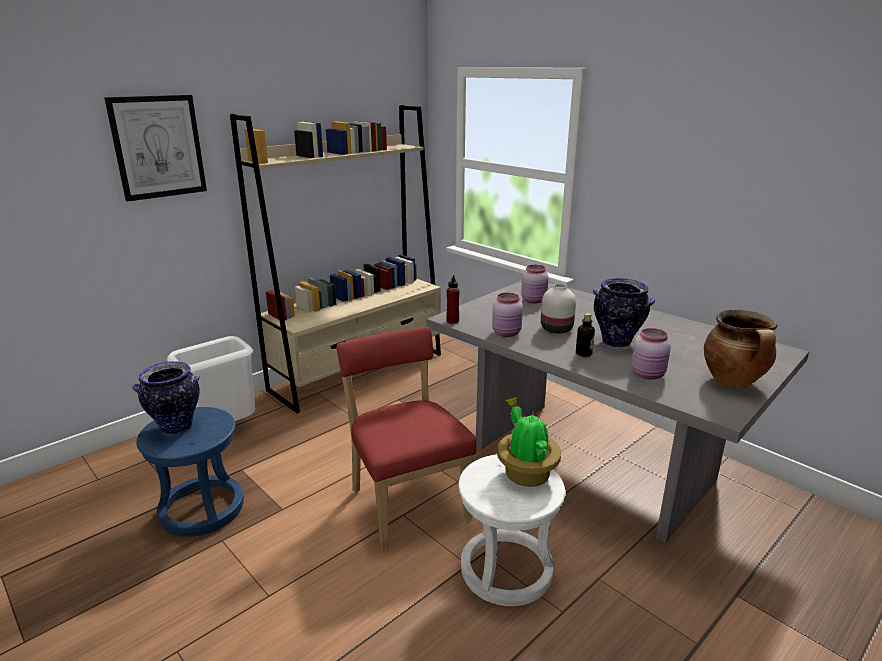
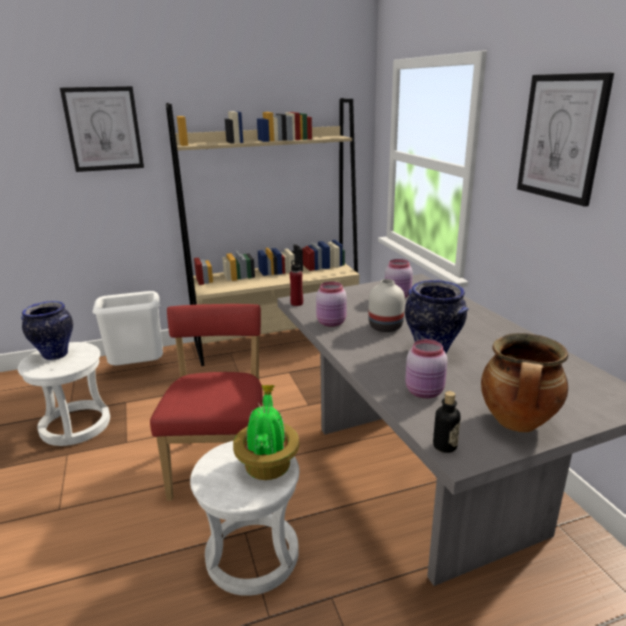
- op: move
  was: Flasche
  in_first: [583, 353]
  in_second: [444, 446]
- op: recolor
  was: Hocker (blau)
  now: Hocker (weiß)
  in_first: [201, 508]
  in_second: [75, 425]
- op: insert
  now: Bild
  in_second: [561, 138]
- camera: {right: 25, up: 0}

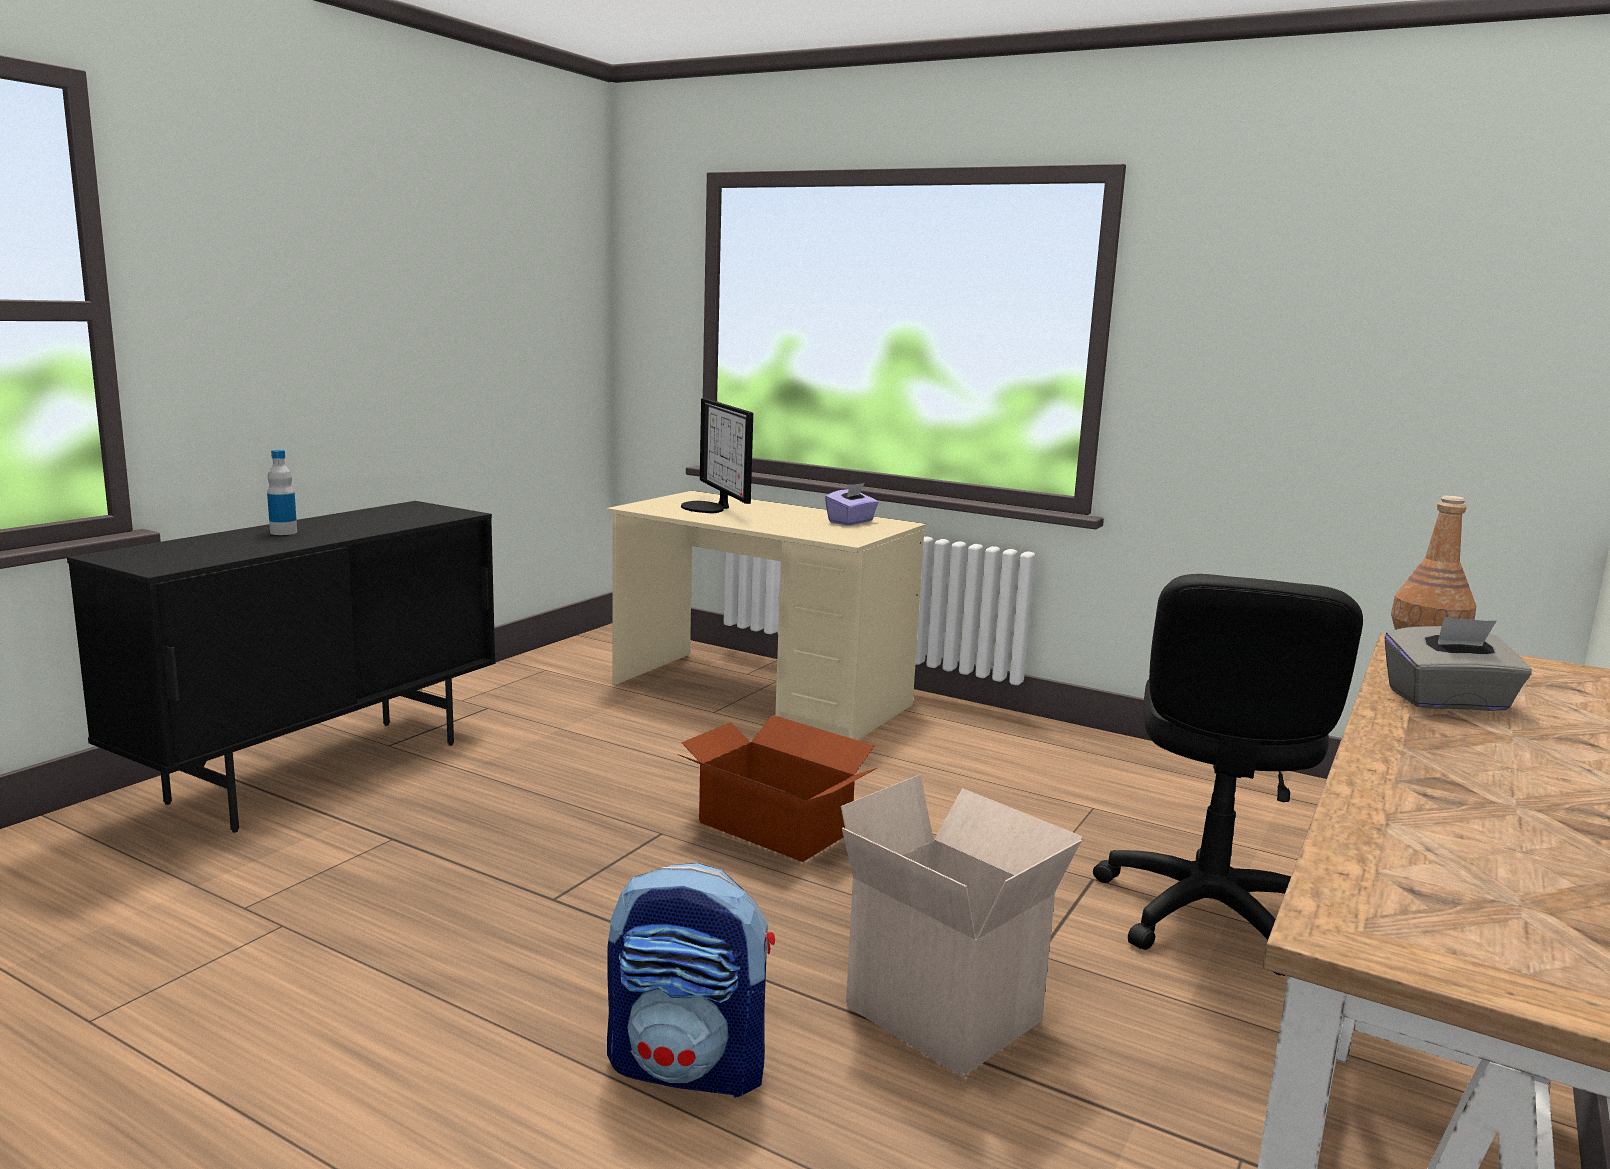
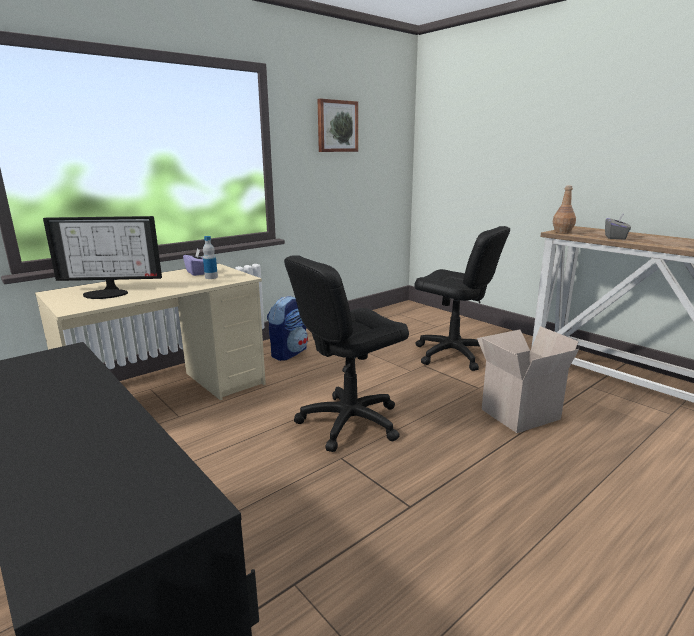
- op: move
  was: Flasche
  in_first: [283, 532]
  in_second: [211, 277]
- op: replace
  was: Karton
  now: Bürostuhl (schwarz)
  in_first: [775, 826]
  in_second: [349, 422]
- op: move
  was: Rucksack
  in_first: [690, 1066]
  in_second: [289, 353]
- op: insert
  now: Bild
  in_second: [337, 126]
- camera: {right: -70, up: 5}

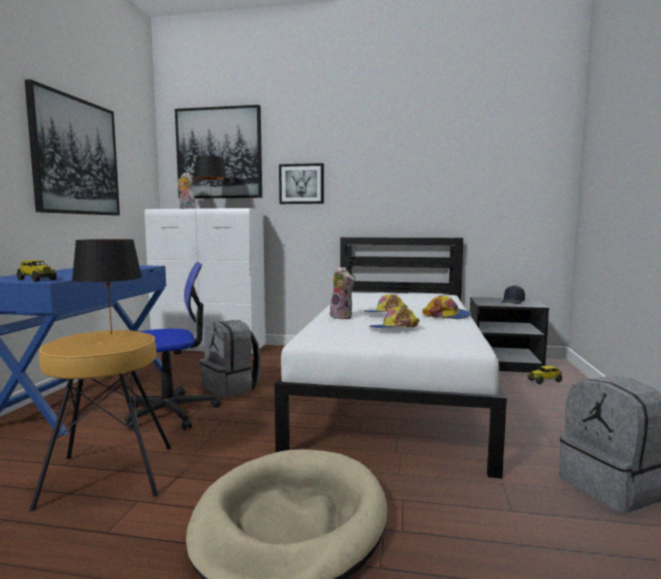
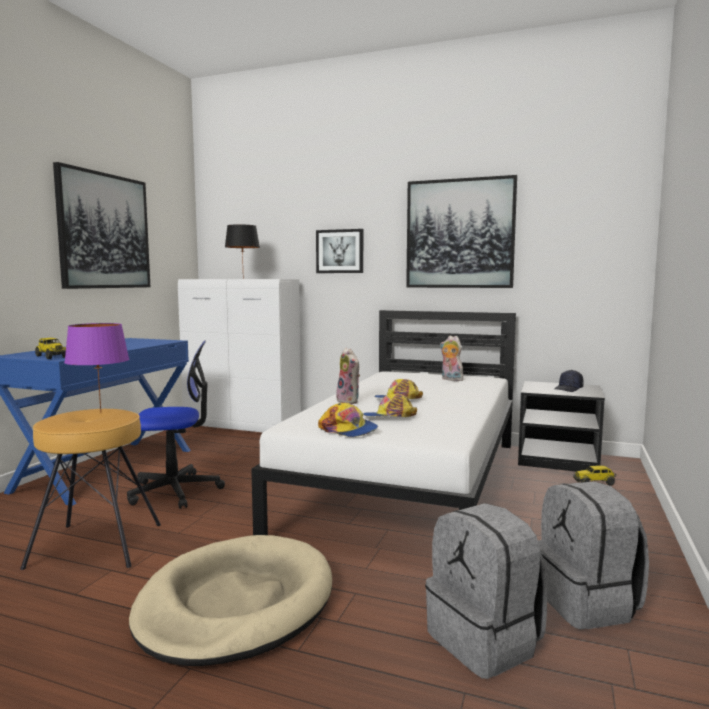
- op: move
  was: Bild
  in_first: [219, 153]
  in_second: [460, 234]
- op: move
  was: Plüschtier
  in_first: [186, 209]
  in_second: [450, 379]
- op: recolor
  was: Tischlampe (schwarz)
  now: Tischlampe (lila)
  in_first: [110, 334]
  in_second: [100, 413]
- op: move
  was: Kappe
  in_first: [447, 315]
  in_second: [348, 430]
- op: move
  was: Rucksack (grau)
  in_first: [231, 388]
  in_second: [485, 641]
- camera: {right: 10, up: 0}

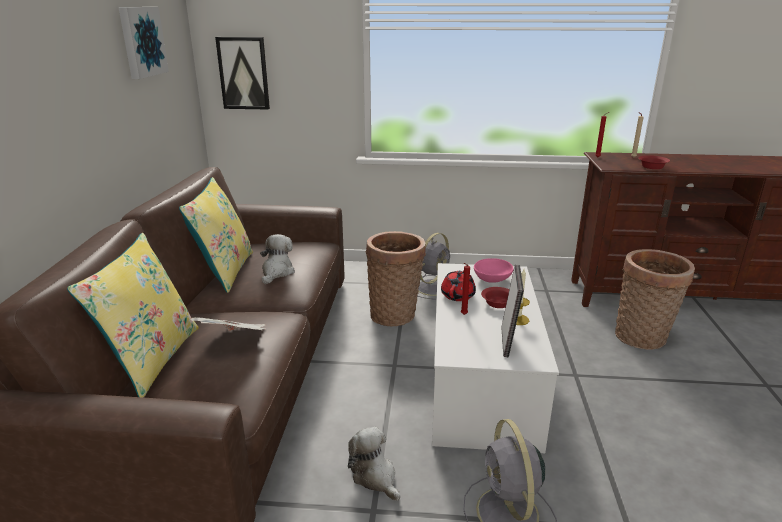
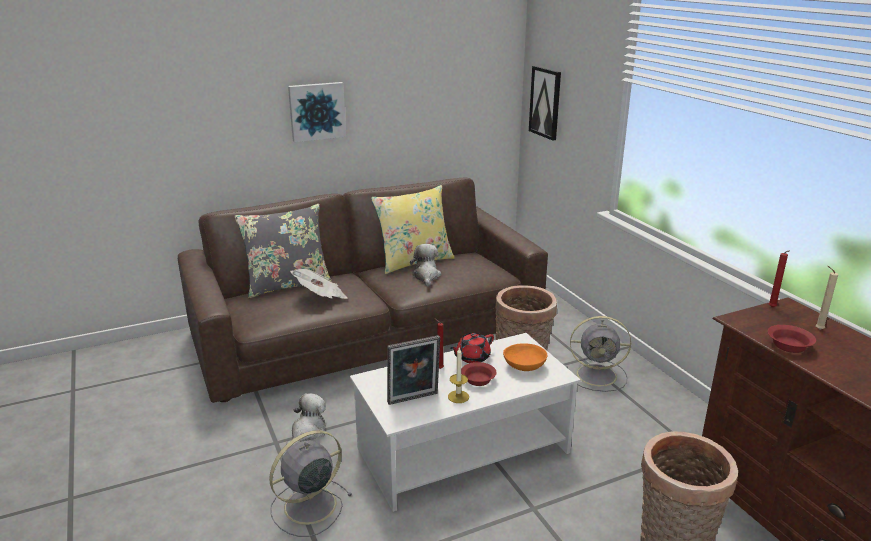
- op: move
  was: Bild
  in_first: [141, 41]
  in_second: [316, 111]
- op: recolor
  was: Kissen (gelb)
  now: Kissen (grau)
  in_first: [152, 359]
  in_second: [287, 284]
- op: rotate
  was: Plüschtier
  in_first: [277, 272]
  in_second: [426, 276]
  clockwise: -75
- op: recolor
  was: Schüssel (rosa)
  now: Schüssel (orange)
  in_first: [492, 279]
  in_second: [524, 367]
- op: rotate
  was: Teekanne (rot)
  in_first: [458, 295]
  in_second: [472, 357]
  clockwise: 150
- camera: {right: 60, up: 0}

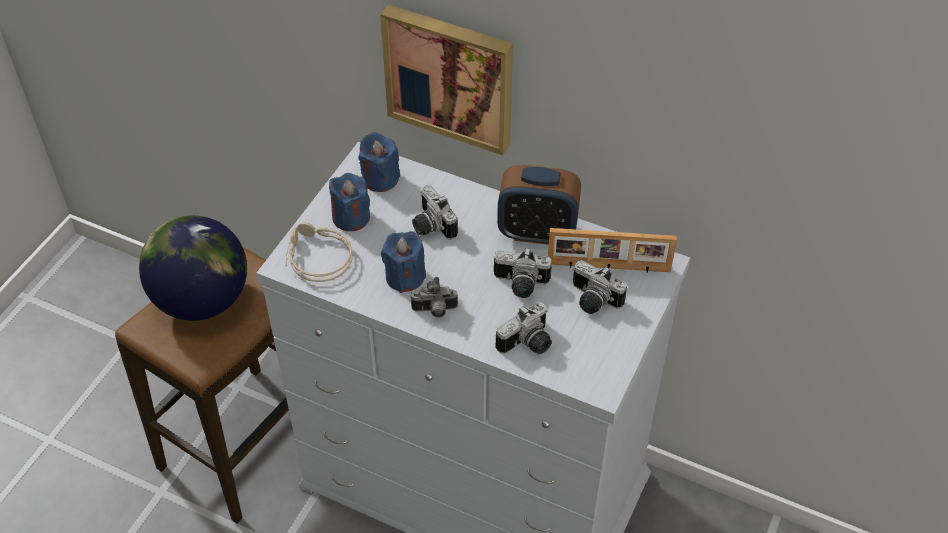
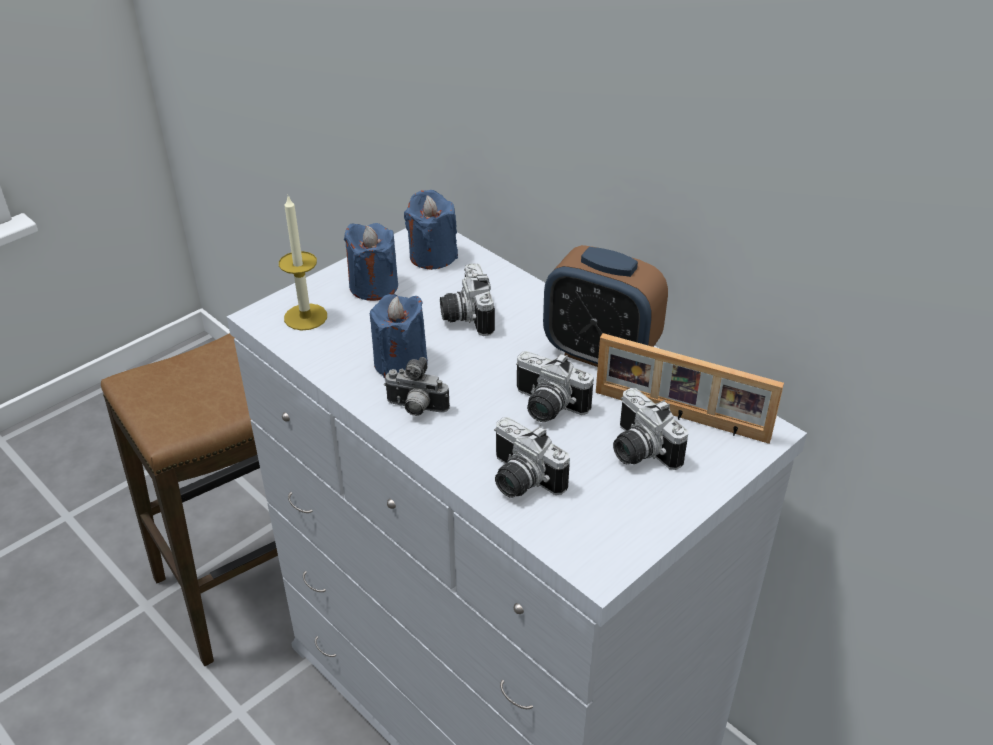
- op: delete
  was: Bild
  in_first: [450, 76]
- op: delete
  was: Globus
  in_first: [202, 301]
- op: replace
  was: Kopfhörer (beige)
  now: Kerze
  in_first: [316, 257]
  in_second: [305, 317]
- op: rotate
  was: Kamera
  in_first: [528, 344]
  in_second: [520, 481]
  clockwise: 60
- camera: {right: 20, up: -10}

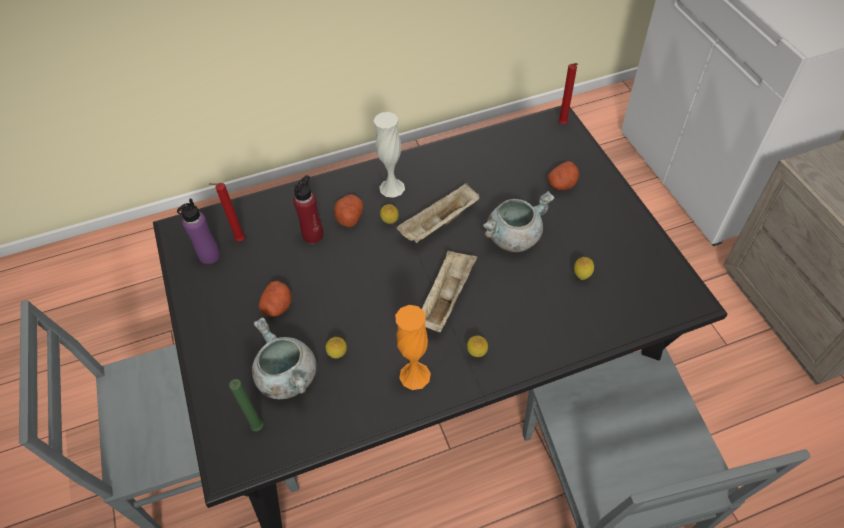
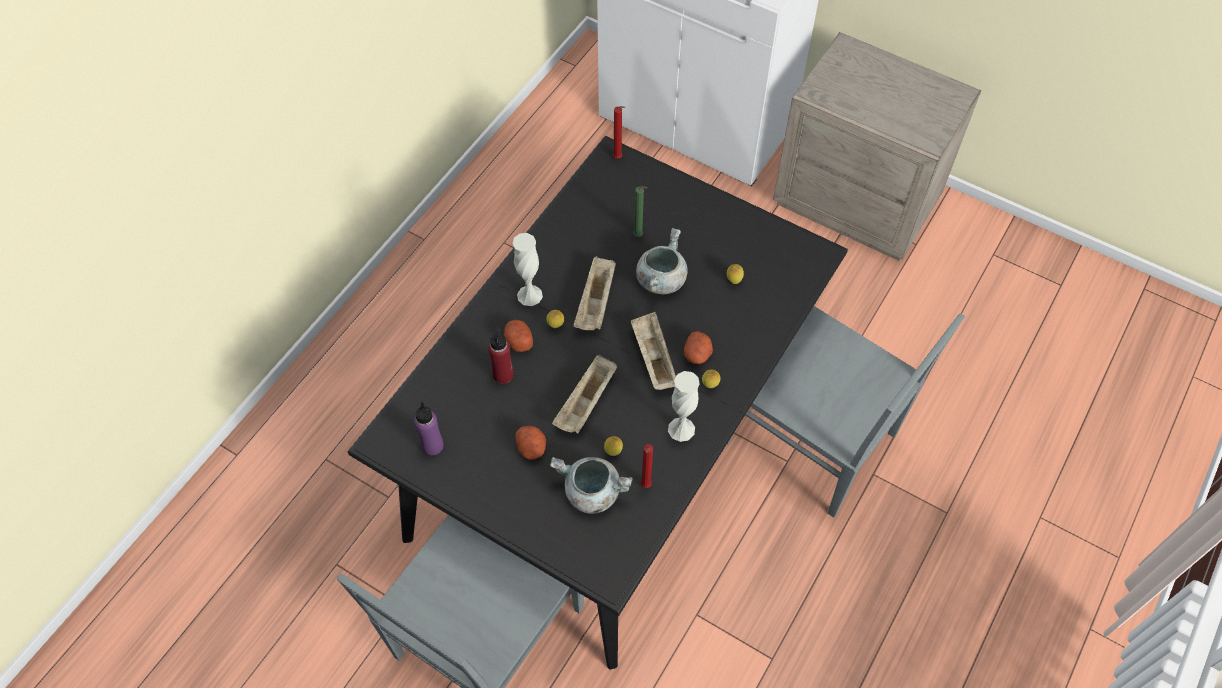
- op: move
  was: Kartoffel
  in_first: [562, 184]
  in_second: [697, 354]
- op: move
  was: Kerze (rot)
  in_first: [238, 240]
  in_second: [645, 486]
- op: recolor
  was: Vase (orange)
  now: Vase (weiß)
  in_first: [415, 375]
  in_second: [681, 429]
- op: move
  was: Kerze (grün)
  in_first: [258, 429]
  in_second: [639, 236]
- op: insert
  now: Tablett (beige)
  in_second: [586, 403]
- camera: {right: -40, up: 5}

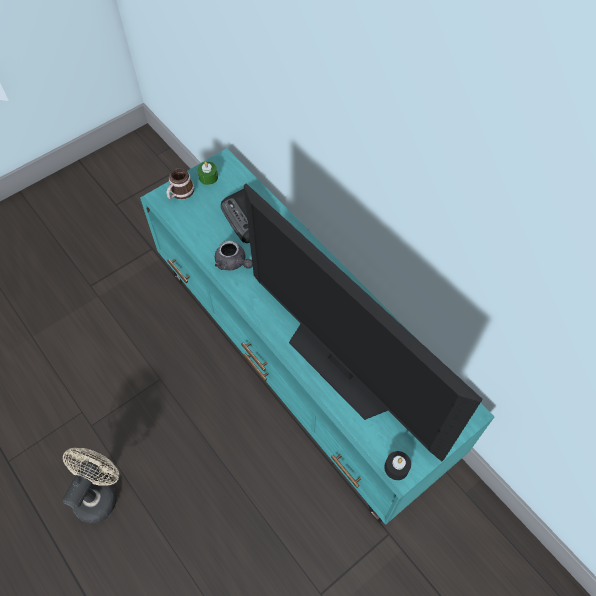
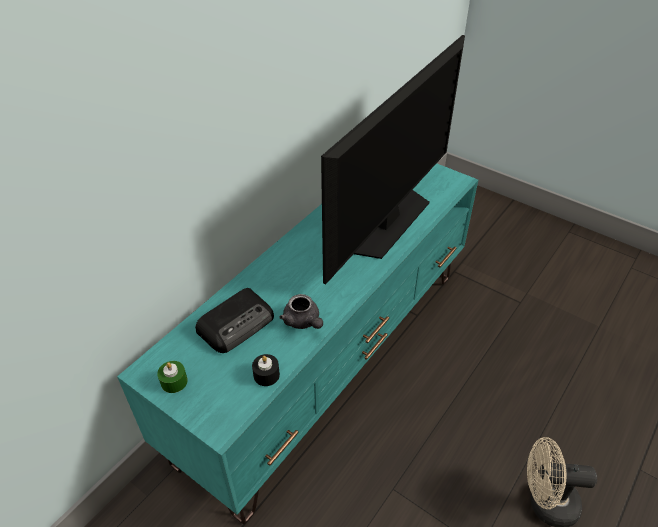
- op: delete
  was: Henkelbecher
  in_first: [180, 193]
- op: rotate
  was: Teekanne (grau)
  in_first: [233, 263]
  in_second: [303, 322]
  clockwise: 120
- op: move
  was: Kerze (schwarz)
  in_first: [396, 468]
  in_second: [266, 375]
- camera: {right: -105, up: -15}

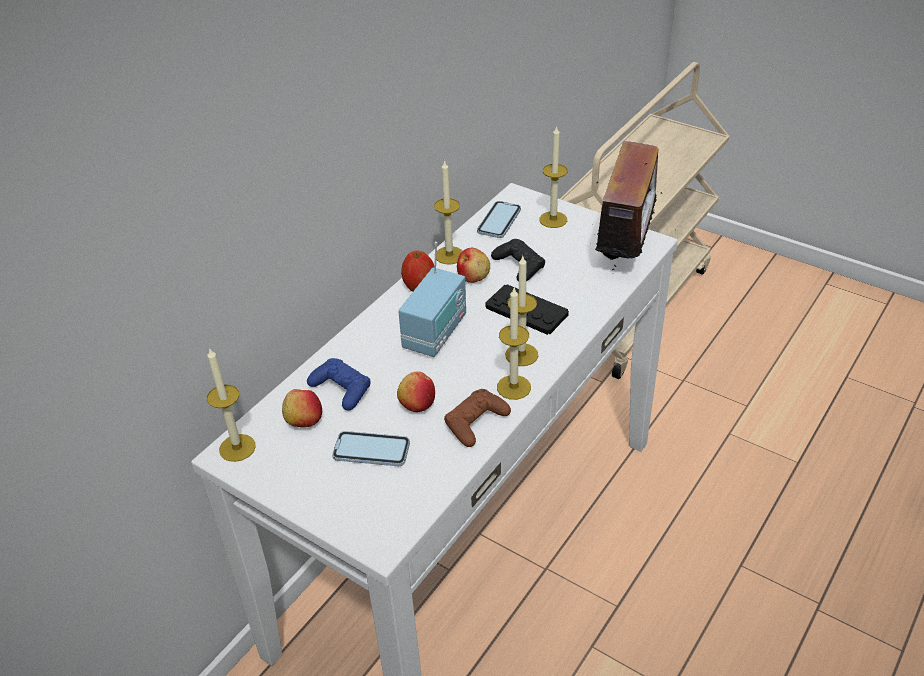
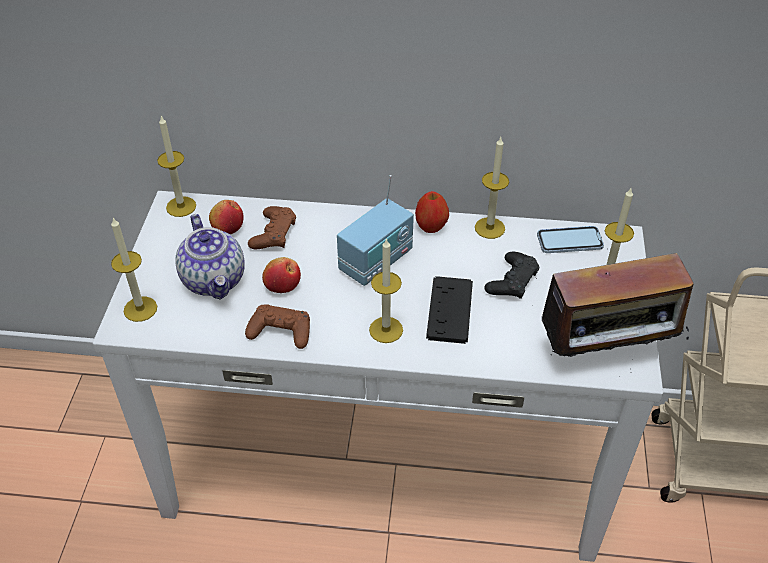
- op: rotate
  was: Radio
  in_first: [436, 333]
  in_second: [376, 262]
  clockwise: -45
- op: delete
  was: Apfel
  in_first: [473, 276]
- op: move
  was: Kerze
  in_first: [513, 387]
  in_second: [140, 309]
- op: recolor
  was: Gamepad (blau)
  now: Gamepad (braun)
  in_first: [341, 389]
  in_second: [273, 234]
- op: replace
  was: Handy
  now: Teekanne
  in_first: [371, 450]
  in_second: [215, 280]
- camera: {right: 60, up: 5}

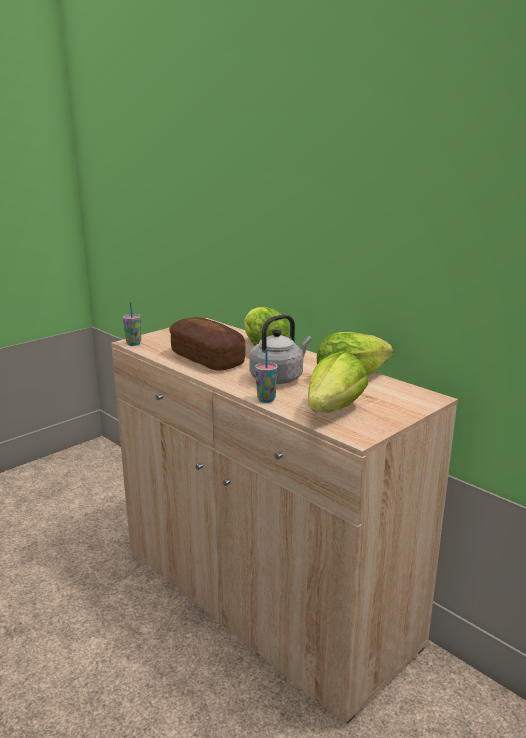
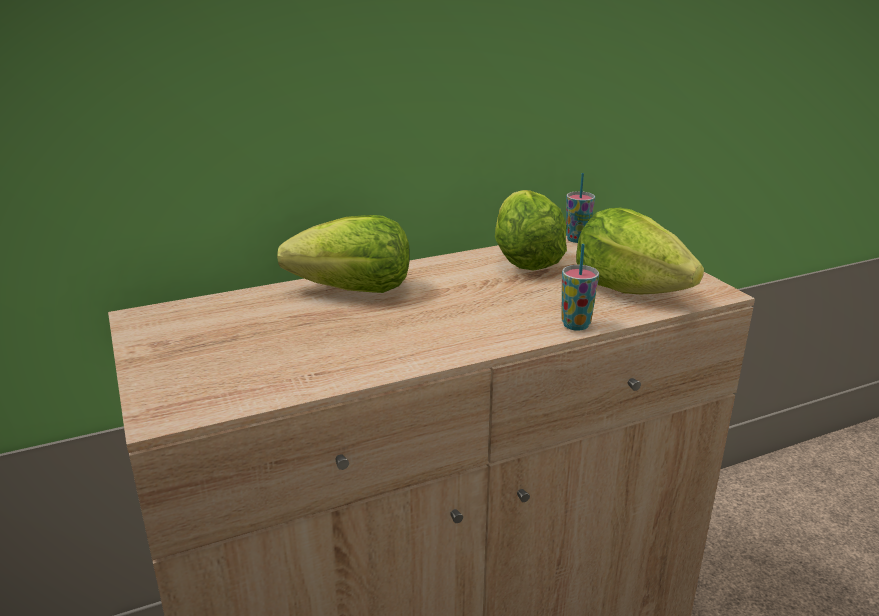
- op: move
  was: Tasse
  in_first: [133, 344]
  in_second: [577, 239]
- op: delete
  was: Wasserkessel (grau)
  in_first: [279, 378]
- op: delete
  was: Brot
  in_first: [207, 359]
- camera: {right: -70, up: 5}

